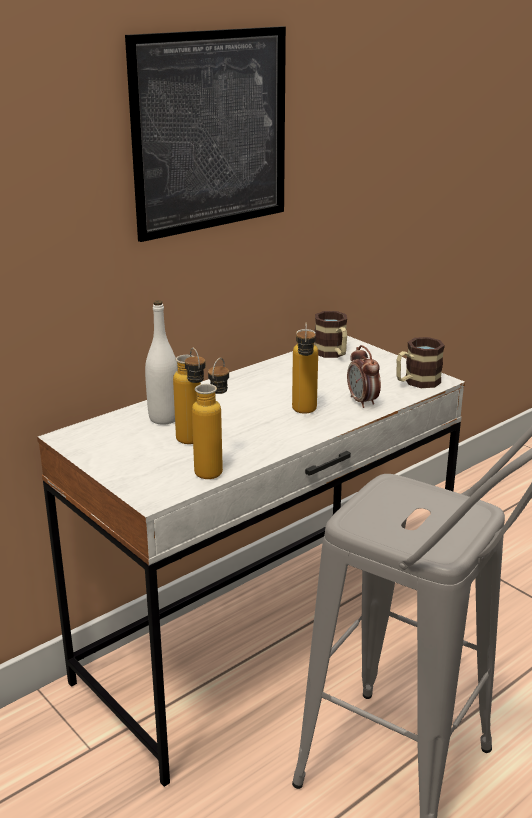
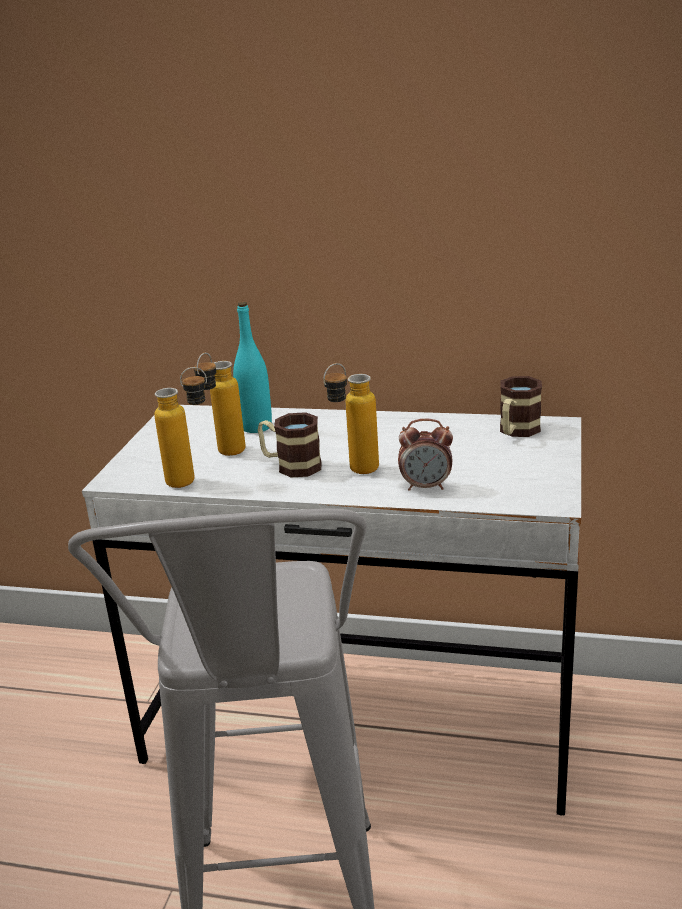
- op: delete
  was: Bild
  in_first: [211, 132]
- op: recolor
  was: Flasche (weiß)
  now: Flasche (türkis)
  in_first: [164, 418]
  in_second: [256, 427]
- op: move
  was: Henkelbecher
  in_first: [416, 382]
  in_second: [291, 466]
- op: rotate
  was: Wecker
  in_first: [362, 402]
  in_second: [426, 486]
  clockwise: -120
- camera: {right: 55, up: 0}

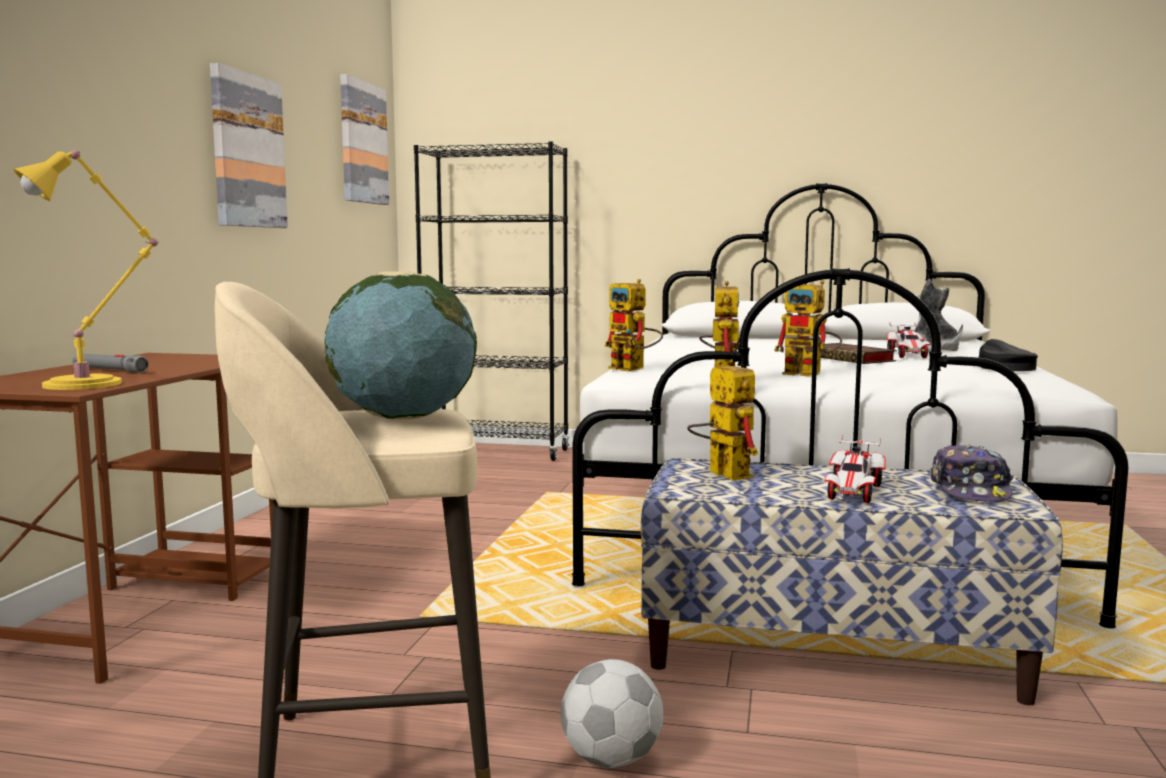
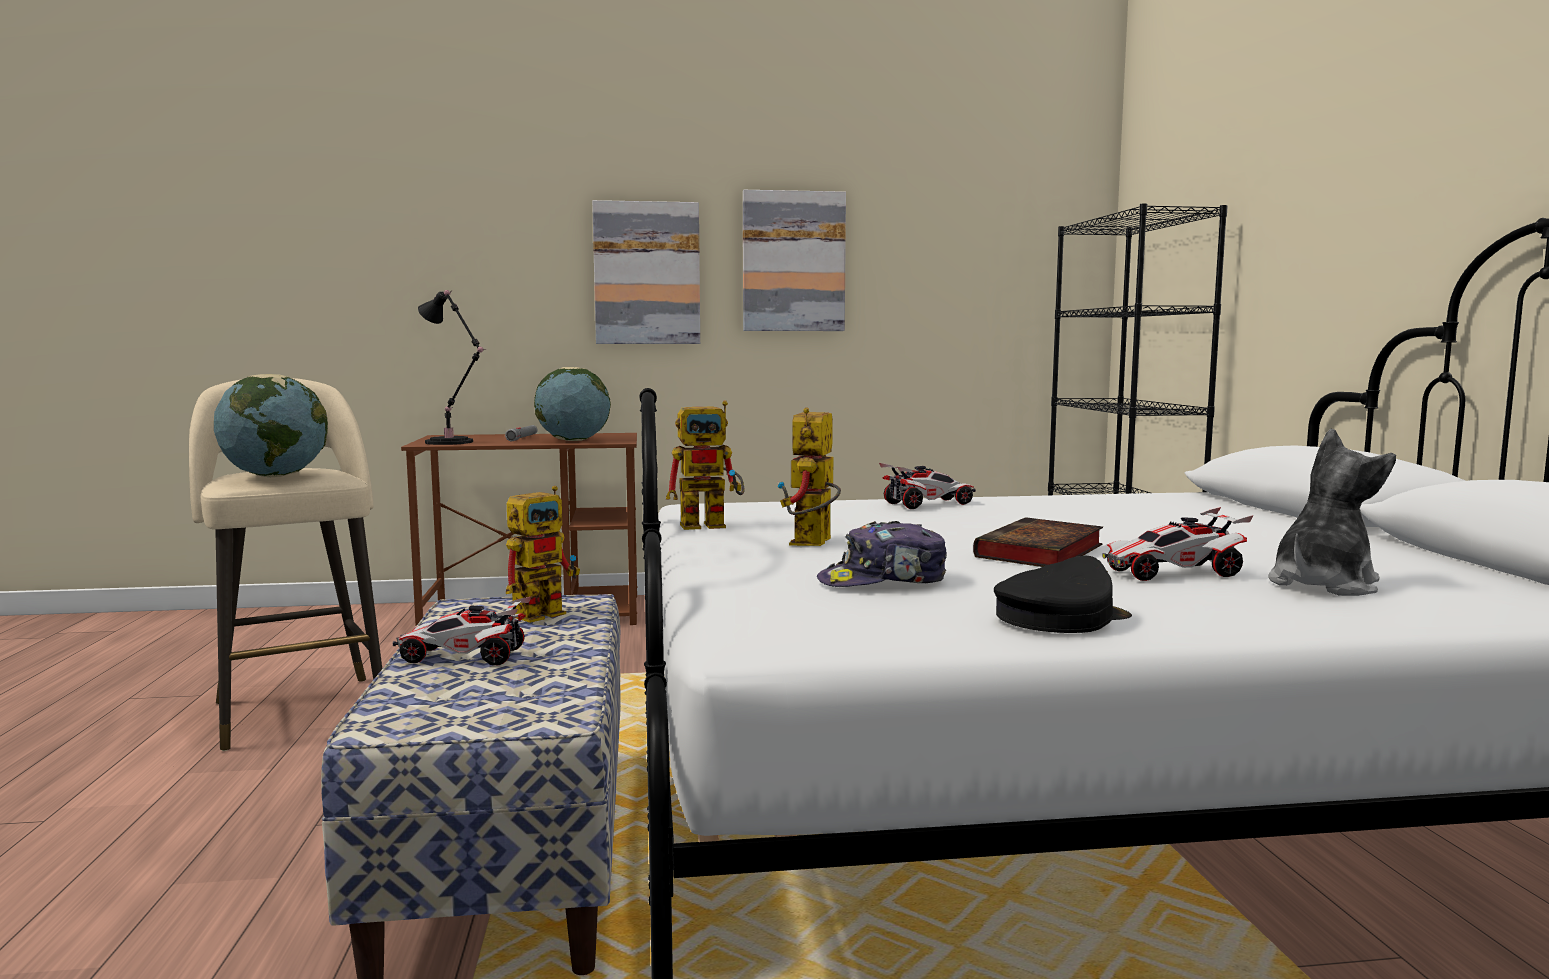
- op: move
  was: Bild
  in_first: [362, 143]
  in_second: [647, 273]
- op: recolor
  was: Tischlampe (gelb)
  now: Tischlampe (schwarz)
  in_first: [90, 384]
  in_second: [451, 442]
- op: delete
  was: Spielzeugroboter
  in_first: [634, 369]
- op: move
  was: Kappe
  in_first: [970, 491]
  in_second: [883, 581]
- op: delete
  was: Fußball
  in_first: [610, 759]
- op: insert
  now: Globus
  in_second: [573, 440]
- op: insert
  now: Spielzeugauto
  in_second: [928, 504]
- camera: {right: 70, up: 0}

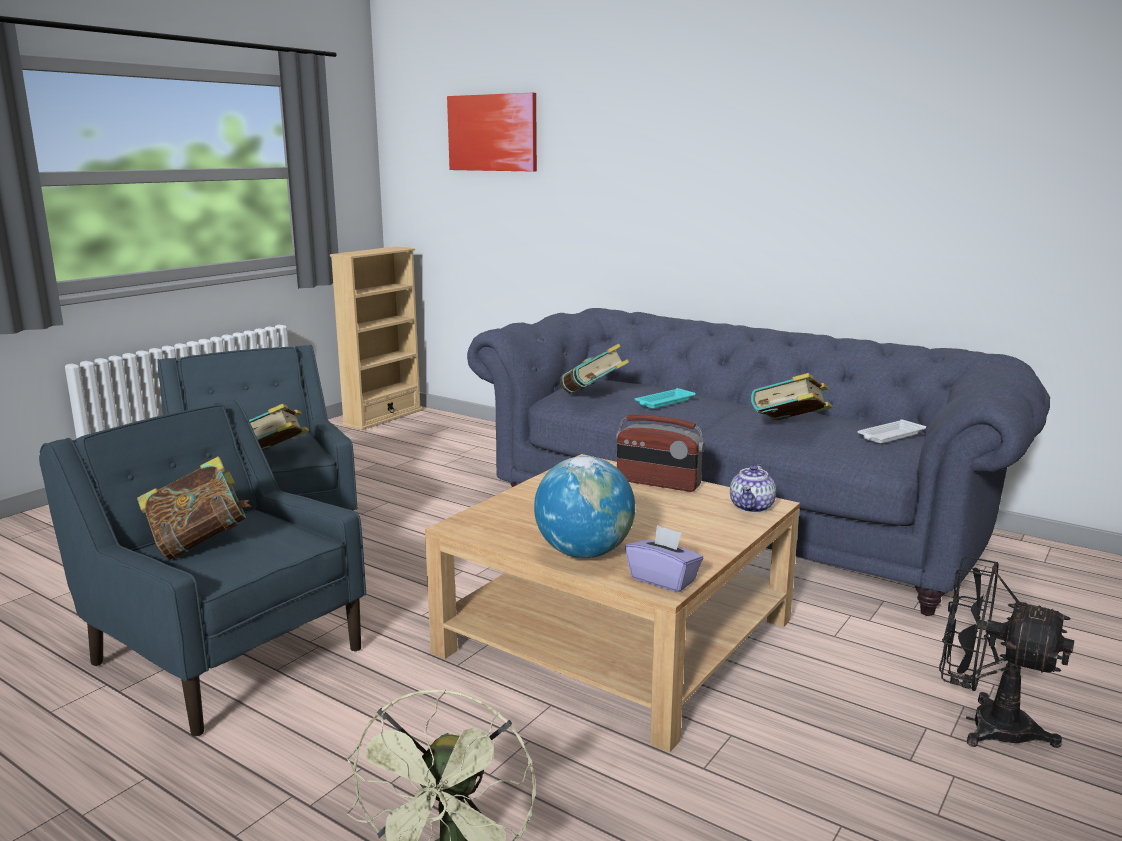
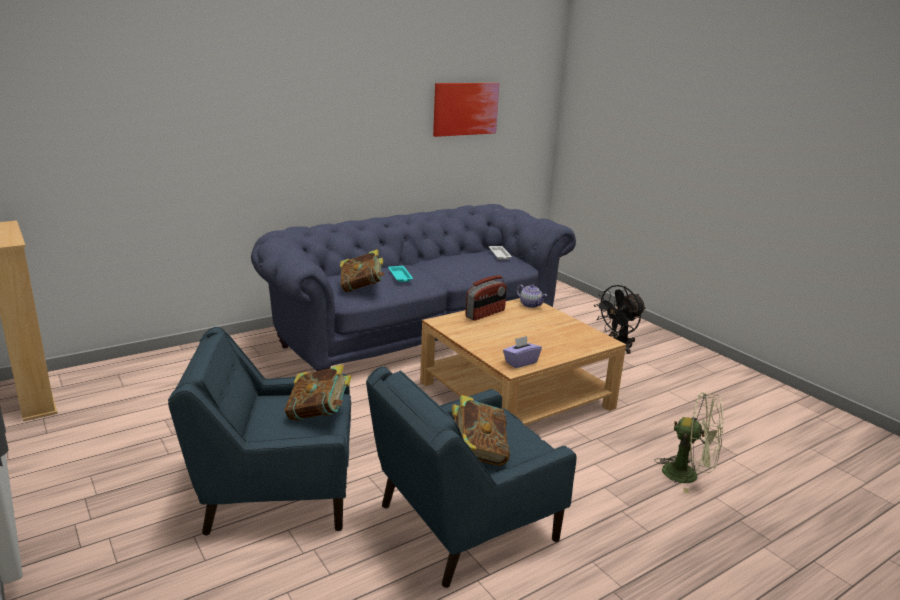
- op: move
  was: Bild
  in_first: [492, 133]
  in_second: [465, 109]
- op: delete
  was: Buch
  in_first: [789, 428]
- op: delete
  was: Globus
  in_first: [584, 553]
- op: move
  was: Taschentuchbox (lila)
  in_first: [663, 579]
  in_second: [520, 362]
- camera: {right: -70, up: 5}

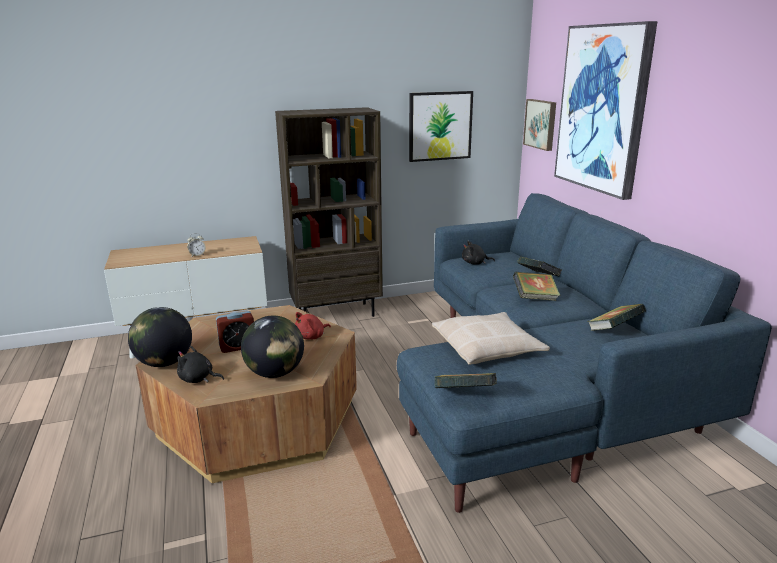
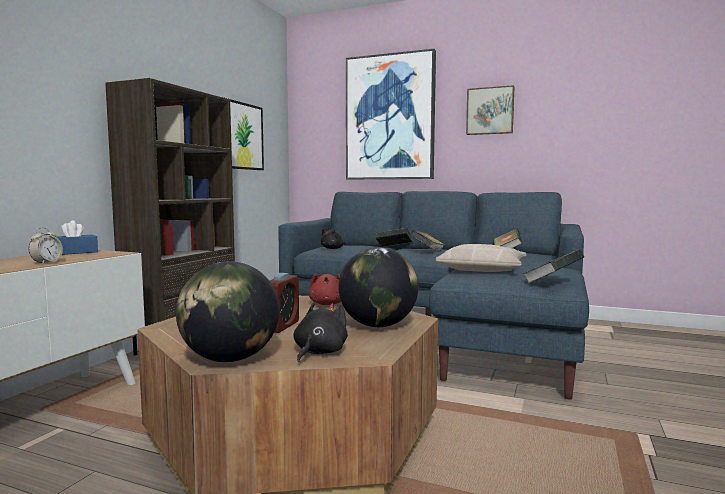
- op: move
  was: Bild
  in_first: [541, 124]
  in_second: [490, 111]
- op: rotate
  was: Plüschtier (schwarz)
  in_first: [198, 379]
  in_second: [318, 352]
  clockwise: 150
- op: insert
  now: Taschentuchbox (blau)
  in_second: [75, 252]
- camera: {right: -50, up: -15}

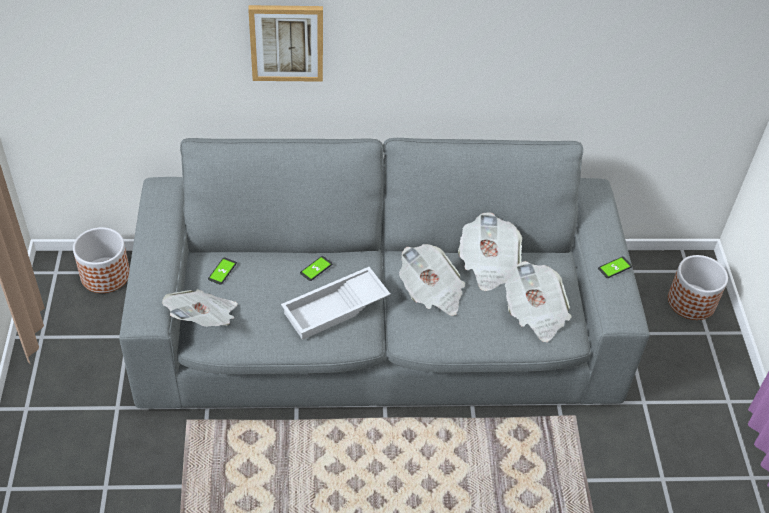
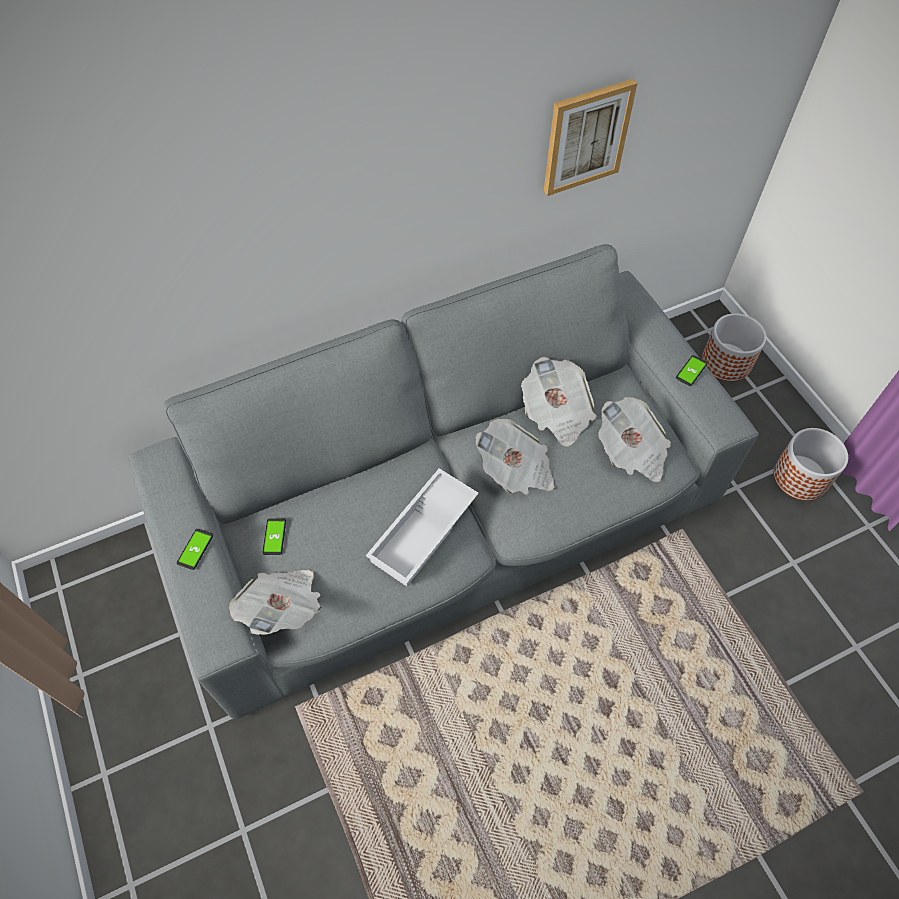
- op: move
  was: Bild
  in_first: [286, 42]
  in_second: [586, 137]
- op: move
  was: Pflanzkübel
  in_first: [105, 275]
  in_second: [800, 477]
- op: move
  was: Handy
  in_first: [316, 269]
  in_second: [195, 549]
- camera: {right: -20, up: 10}

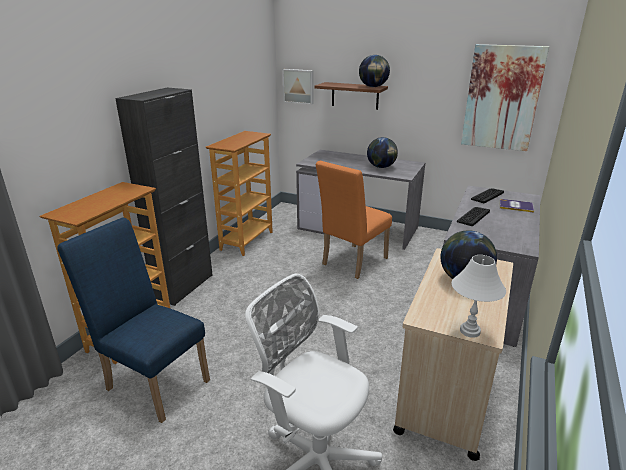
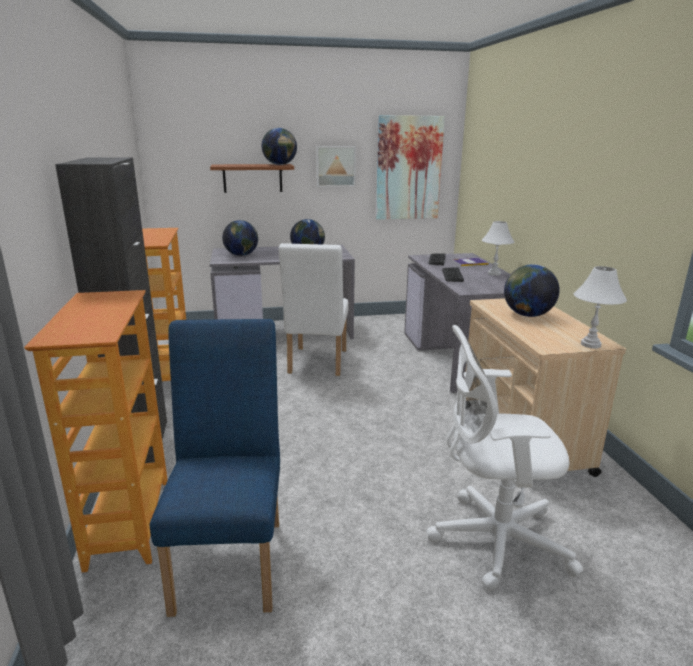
- op: move
  was: Bild
  in_first: [299, 86]
  in_second: [335, 166]
- op: recolor
  was: Stuhl (orange)
  now: Stuhl (weiß)
  in_first: [351, 263]
  in_second: [316, 363]
- op: rotate
  was: Stuhl (blau)
  in_first: [153, 381]
  in_second: [232, 556]
  clockwise: 90
- op: insert
  now: Globus
  in_second: [241, 255]
- op: insert
  now: Tischlampe (weiß)
  in_second: [494, 273]
- camera: {right: -35, up: -5}

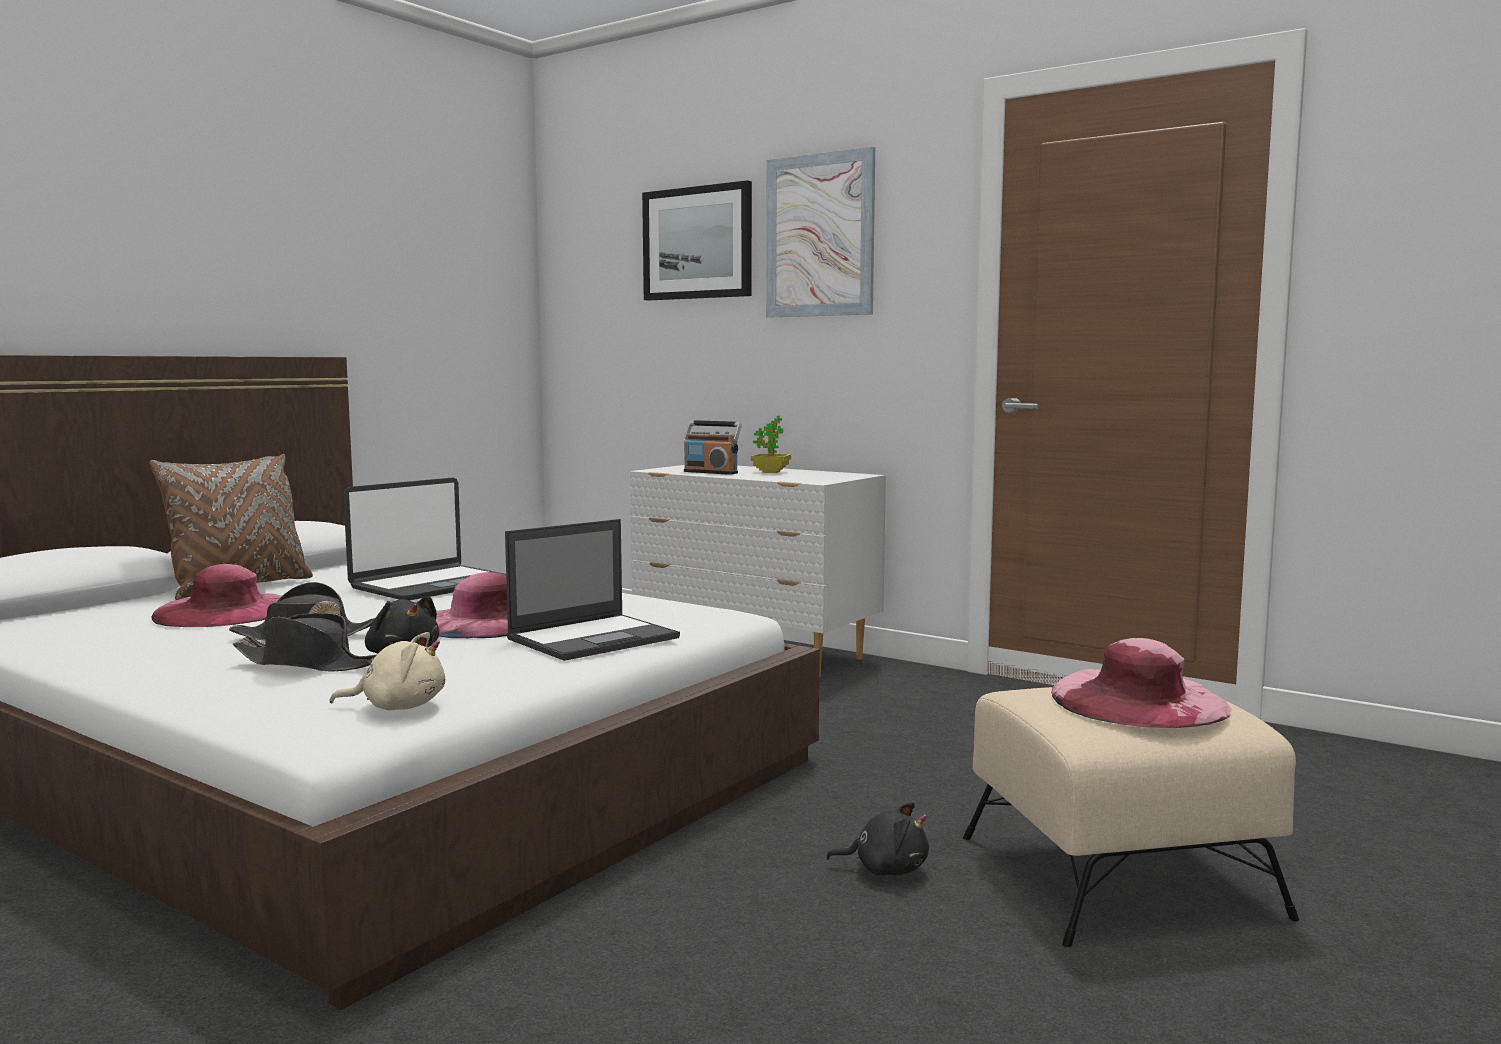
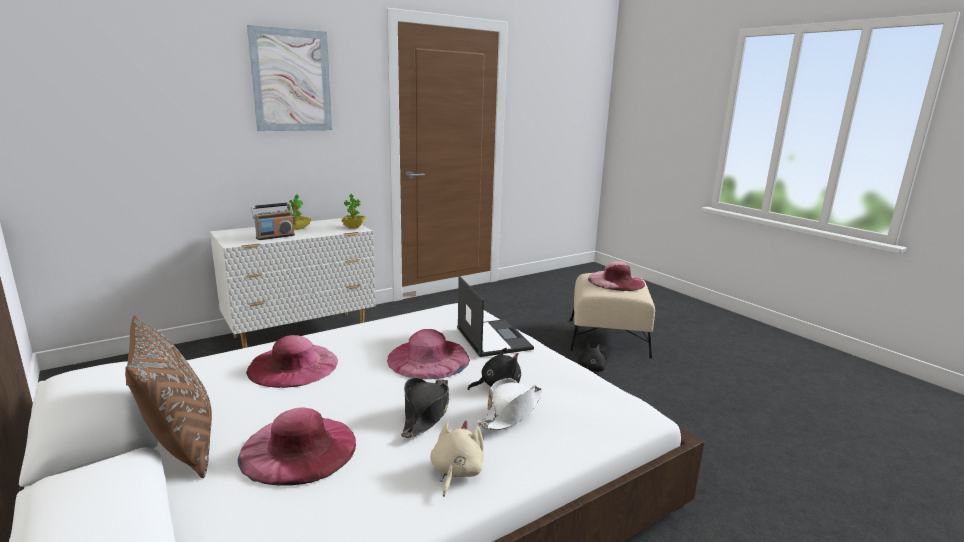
- op: delete
  was: Bild
  in_first: [697, 243]
- op: replace
  was: Laptop
  now: Hut (rosa)
  in_first: [431, 585]
  in_second: [293, 365]
- op: recolor
  was: Hut (schwarz)
  now: Hut (weiß)
  in_first: [308, 663]
  in_second: [511, 412]
- op: move
  was: Plüschtier (beige)
  in_first: [398, 707]
  in_second: [456, 472]
- op: insert
  now: Topfpflanze
  in_second: [354, 227]
- camera: {right: -70, up: 10}

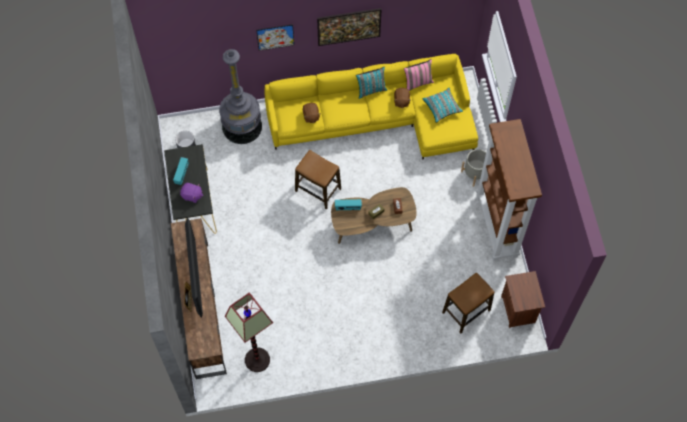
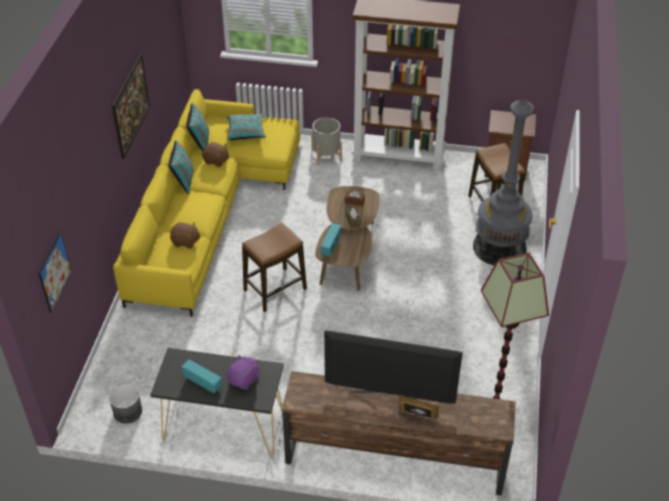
- op: move
  was: Bild
  in_first: [275, 37]
  in_second: [54, 272]
- op: move
  was: Stehlampe (grau)
  in_first: [242, 126]
  in_second: [499, 247]
- op: recolor
  was: Kissen (rosa)
  now: Kissen (türkis)
  in_first: [417, 82]
  in_second: [199, 143]
- camera: {right: -70, up: -20}

